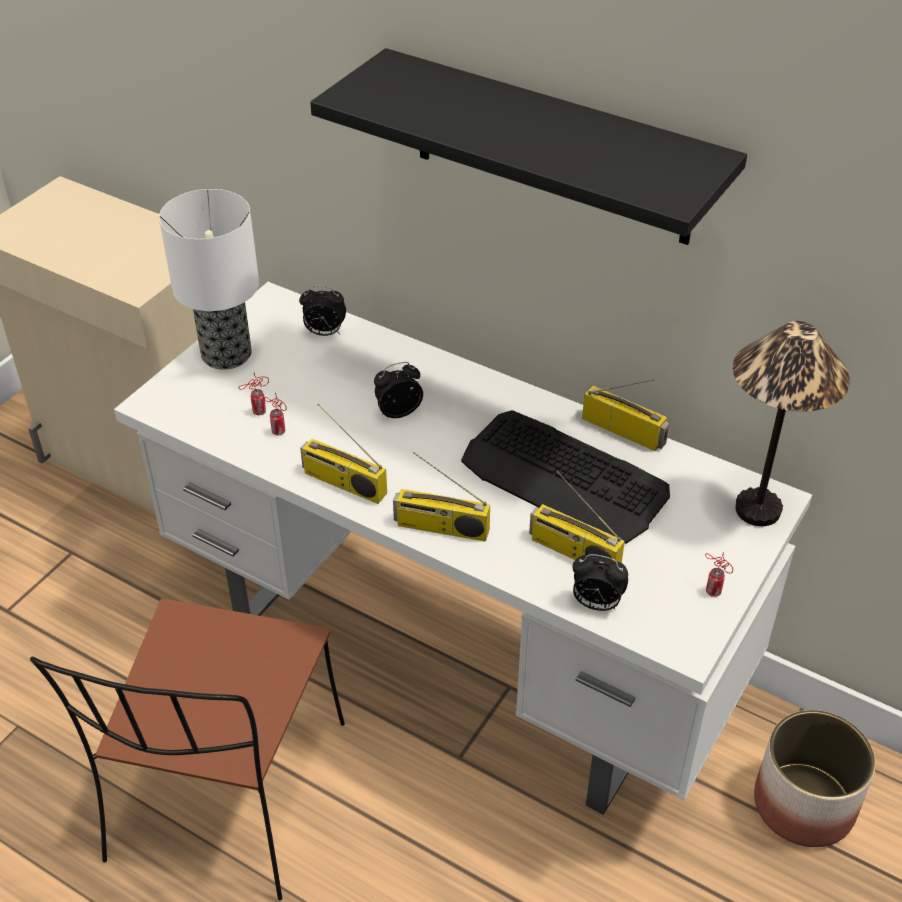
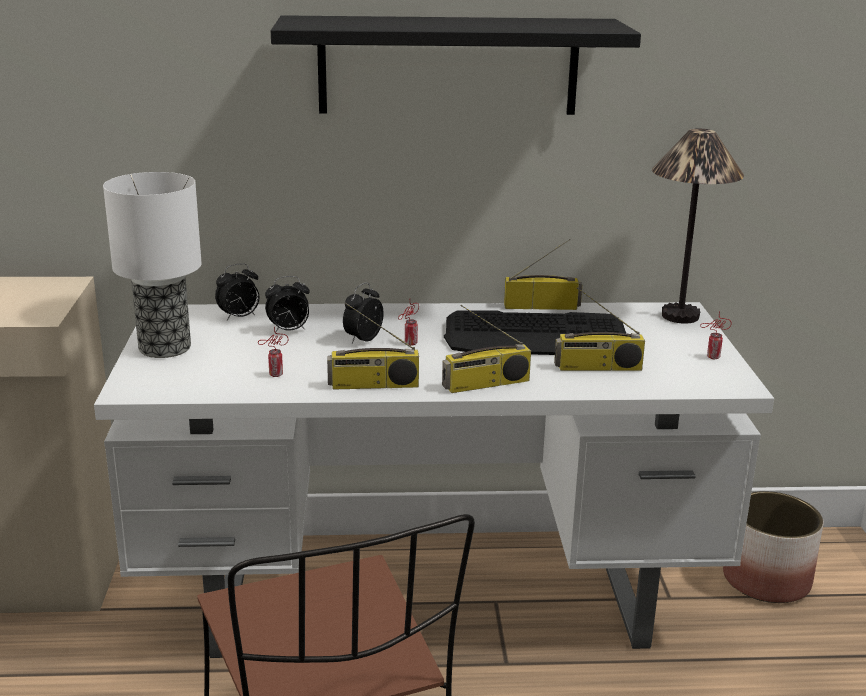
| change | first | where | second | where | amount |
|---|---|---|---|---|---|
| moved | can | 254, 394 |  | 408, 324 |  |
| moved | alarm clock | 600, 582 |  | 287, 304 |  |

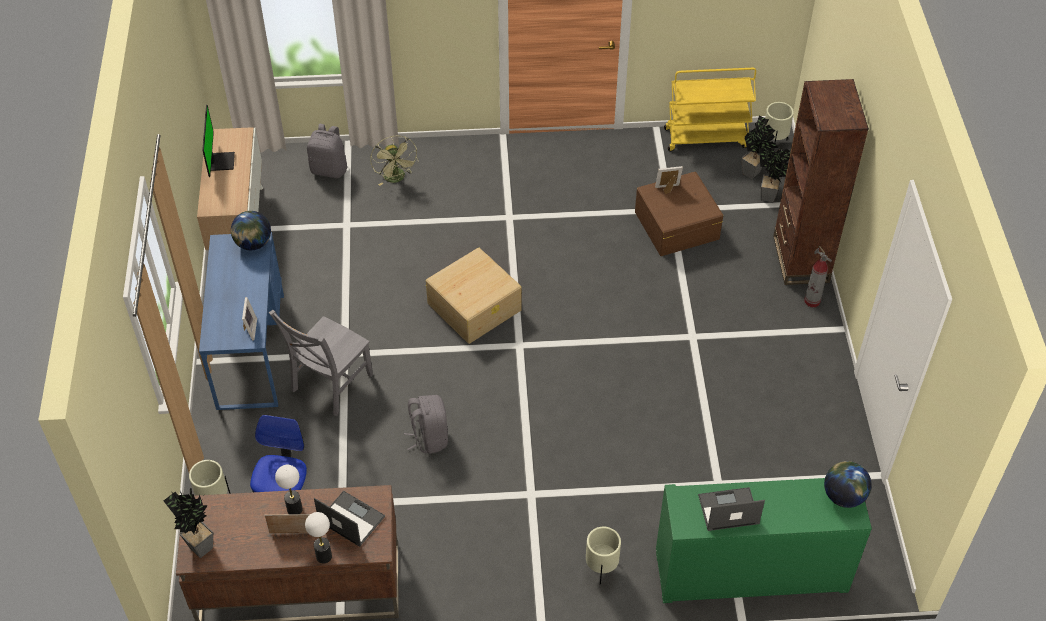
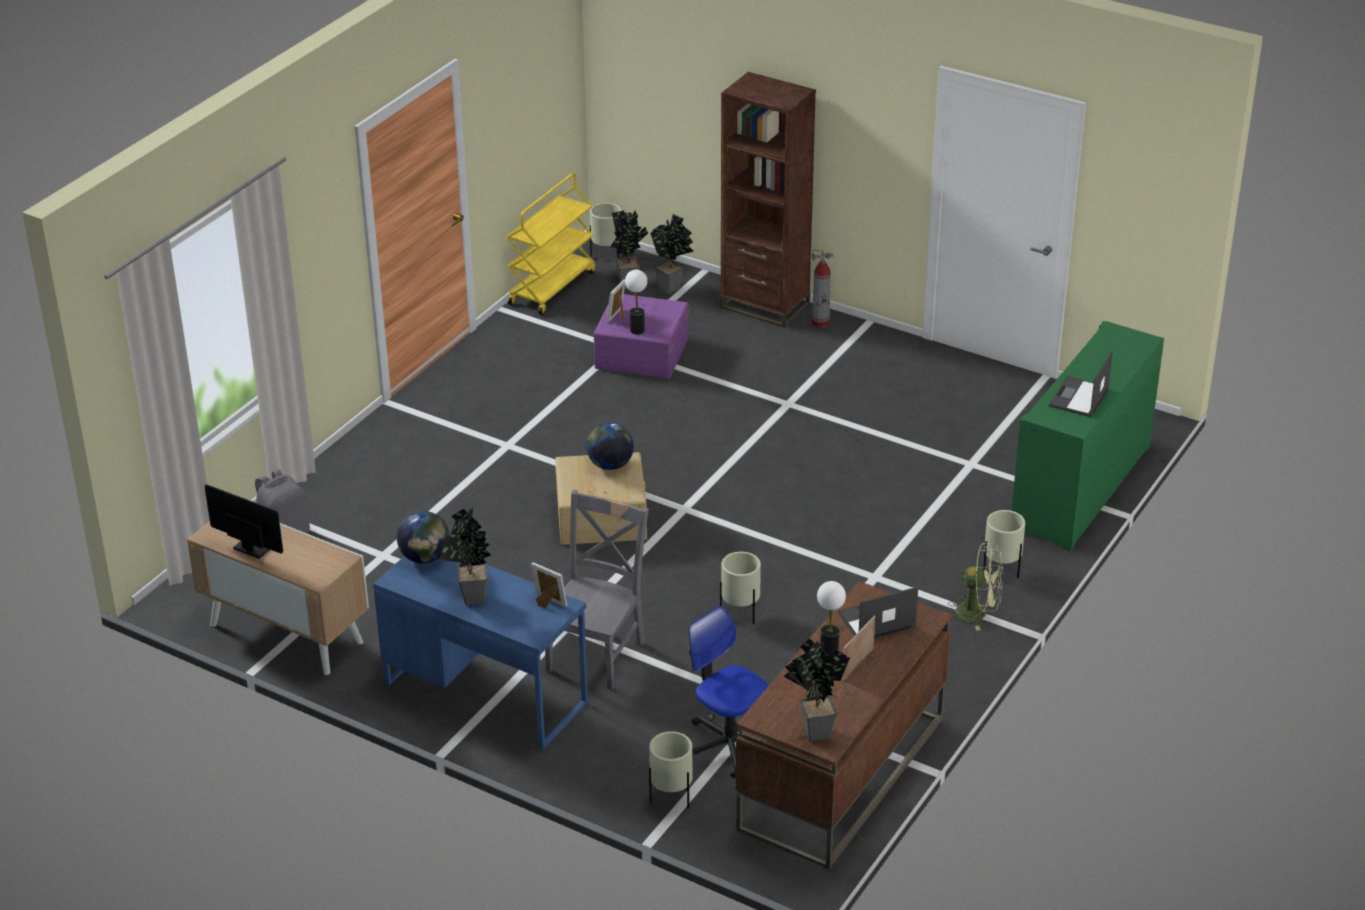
| change | first | where | second | where | amount |
|---|---|---|---|---|---|
| added |  |  | potted plant | 466, 556 |  |
| moved | table lamp | 318, 538 |  | 636, 302 |  |
| moved | green fan | 393, 161 |  | 975, 587 |  |
| moved | globe | 848, 484 |  | 610, 446 |  |
| replaced | grey backpack | 426, 424 | beige planter | 740, 588 |  |
| recoloured | brown storage box | 679, 214 | purple storage box | 641, 336 |  |
| turned | grey chair | 321, 363 |  | 597, 590 | 135 degrees counterclockwise |

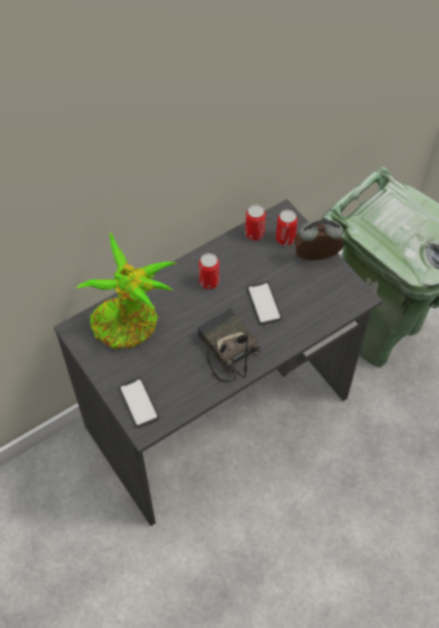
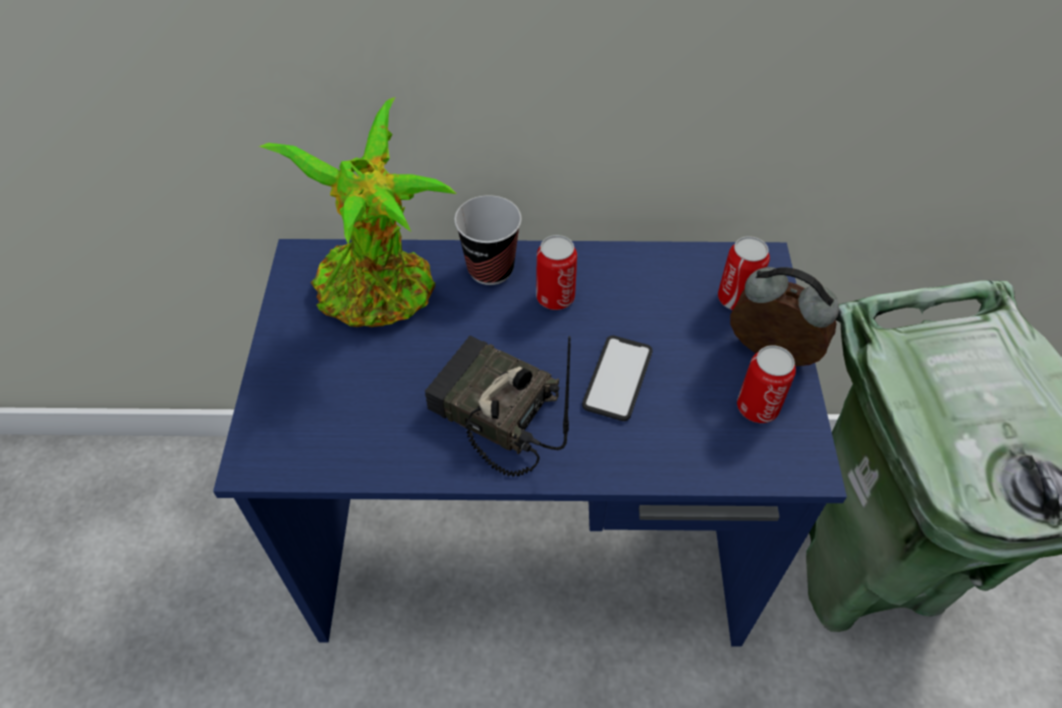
| change | first | where | second | where | amount |
|---|---|---|---|---|---|
| removed | phone | 139, 403 |  |  |  |
| added |  |  | cup | 488, 240 |  |
| moved | can | 255, 223 |  | 766, 384 |  |
| recoloured | grey desk | 218, 362 | blue desk | 530, 442 |  |
| turned | radio | 229, 345 |  | 498, 406 | 60 degrees counterclockwise |

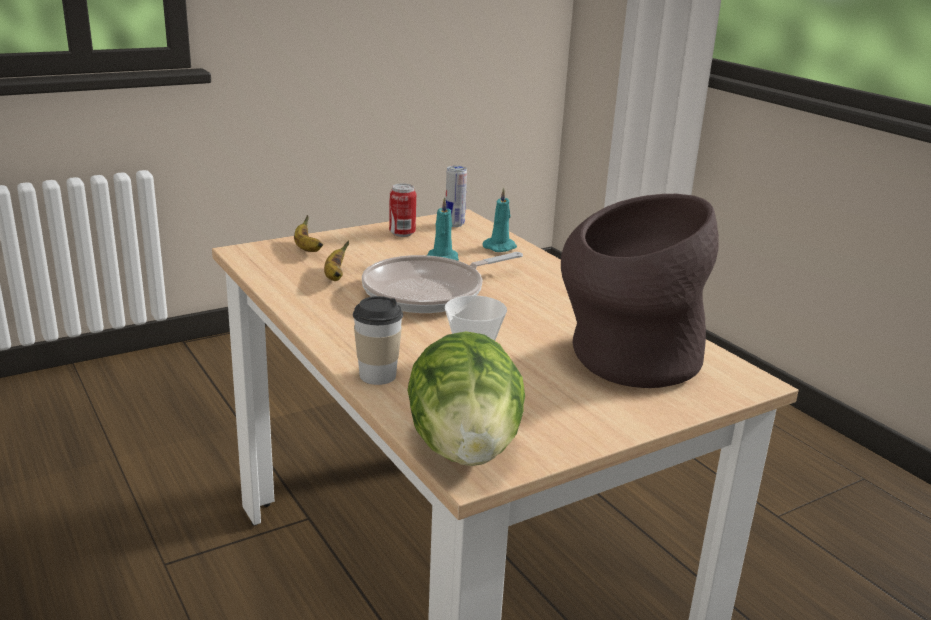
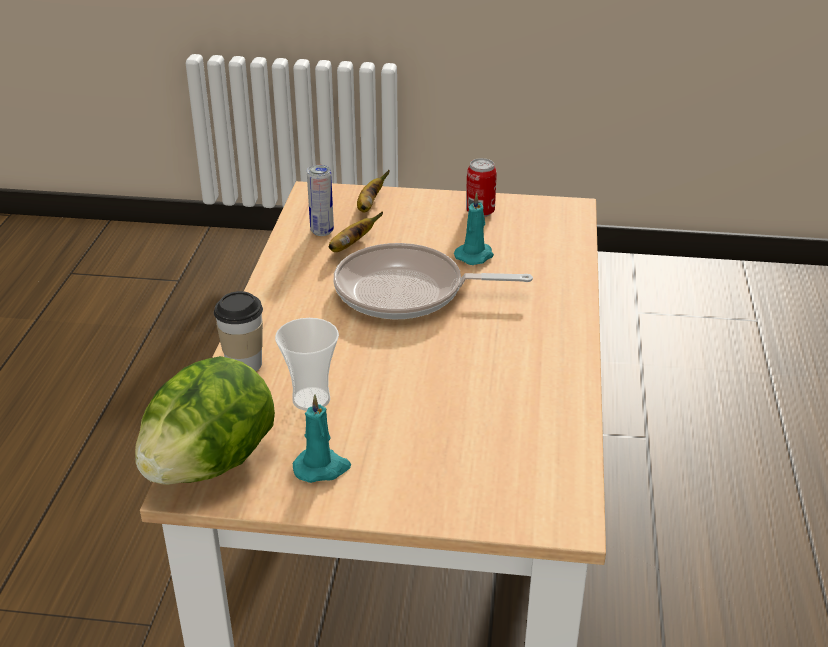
| change | first | where | second | where | amount |
|---|---|---|---|---|---|
| removed | brown vase | 640, 291 |  |  |  |
| moved | can | 456, 196 |  | 320, 200 |  |
| moved | turquoise candle | 500, 220 |  | 322, 439 |  |

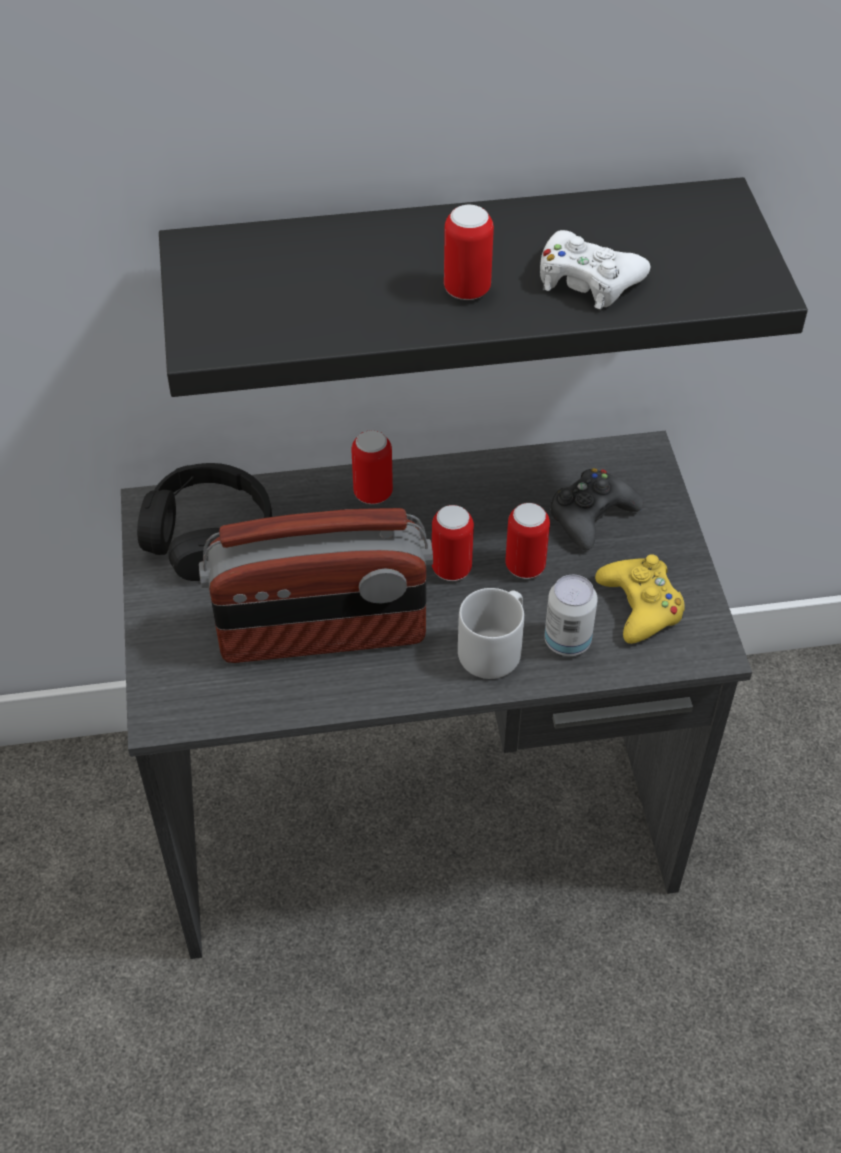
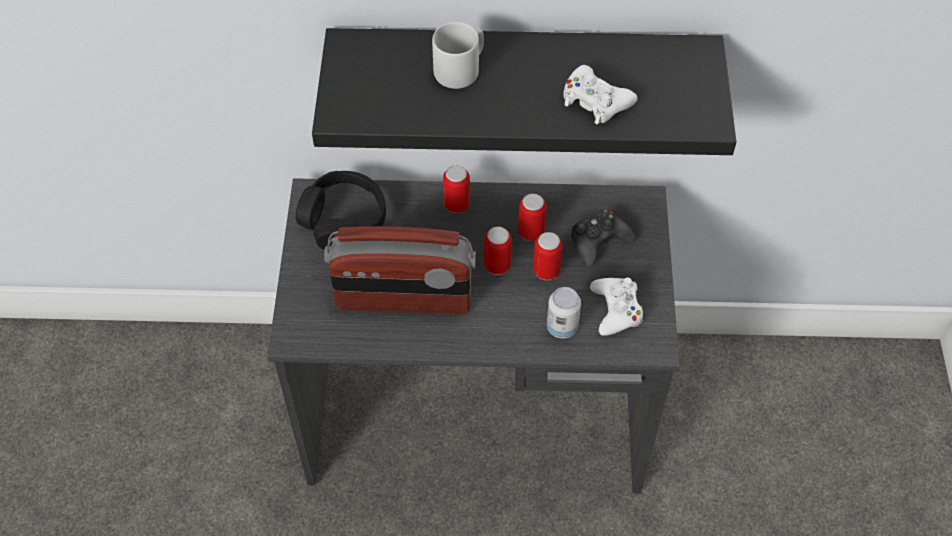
| change | first | where | second | where | amount |
|---|---|---|---|---|---|
| moved | can | 469, 252 |  | 532, 217 |  |
| moved | grey mug | 491, 633 |  | 458, 55 |  |
| recoloured | yellow game controller | 640, 599 | white game controller | 616, 307 |  |

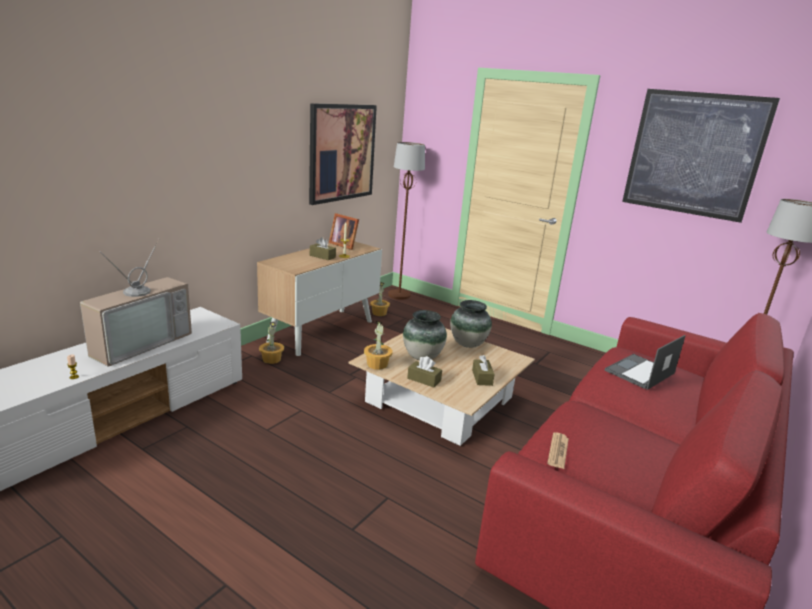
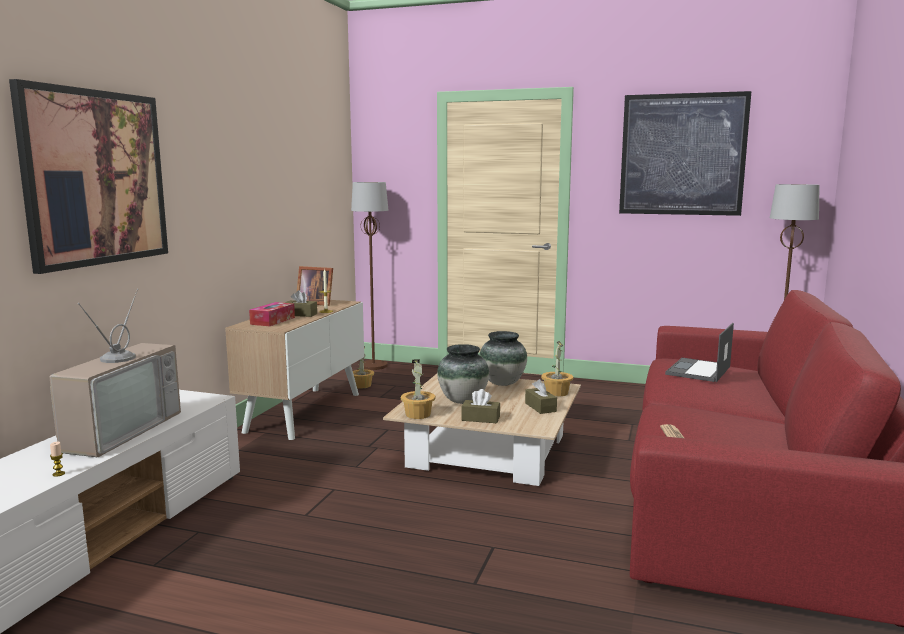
| change | first | where | second | where | amount |
|---|---|---|---|---|---|
| added |  |  | tissue box | 272, 314 |  |
| moved | potted plant | 271, 343 |  | 557, 368 |  |
| moved | picture | 343, 154 |  | 88, 176 |  |

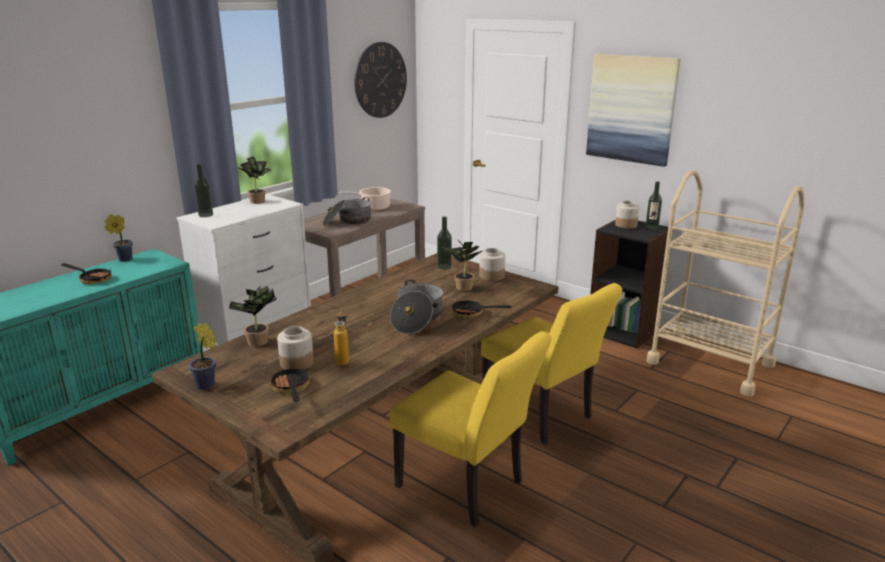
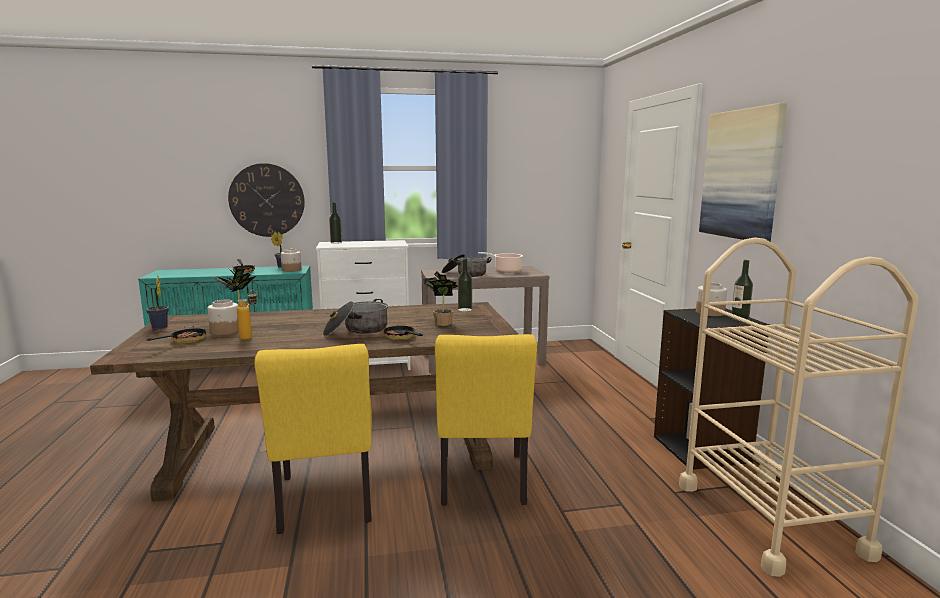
| change | first | where | second | where | amount |
|---|---|---|---|---|---|
| removed | potted plant | 254, 180 |  |  |  |
| moved | wall clock | 380, 80 |  | 266, 200 |  |
| moved | jar | 492, 264 |  | 291, 260 |  |

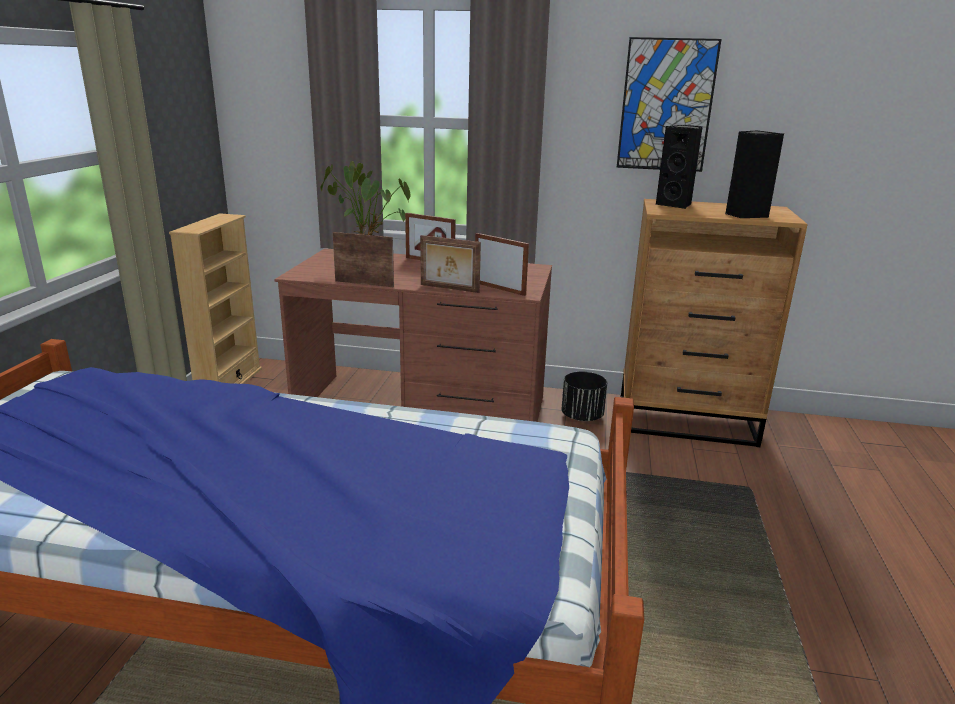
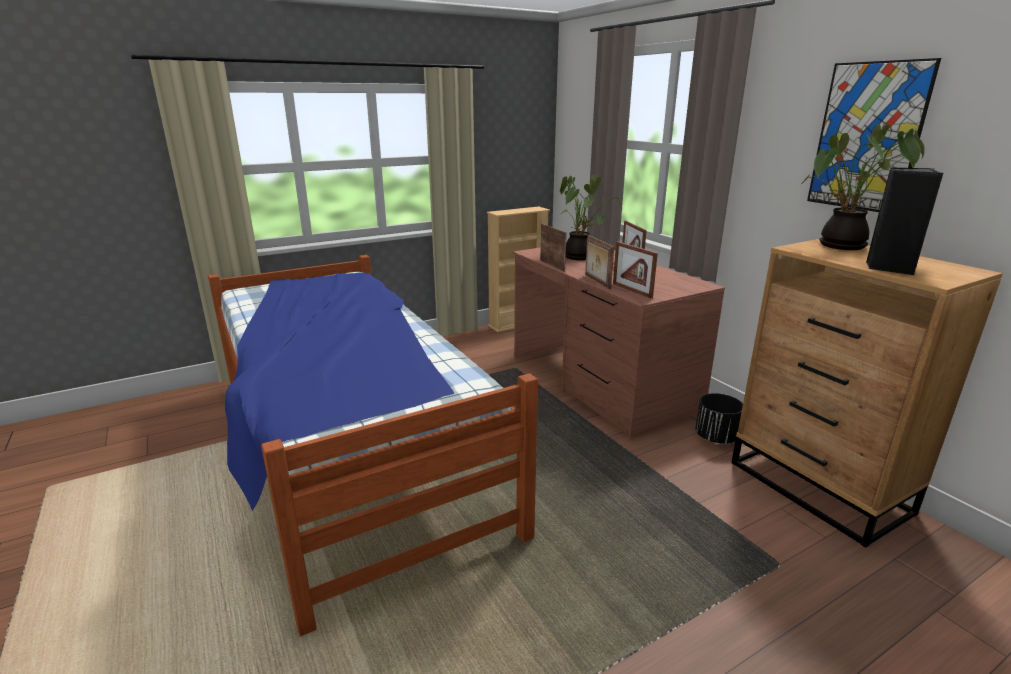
| change | first | where | second | where | amount |
|---|---|---|---|---|---|
| replaced | black speaker | 679, 167 | potted plant | 863, 187 |  |
| turned | picture frame | 502, 264 |  | 635, 269 | 150 degrees clockwise |

